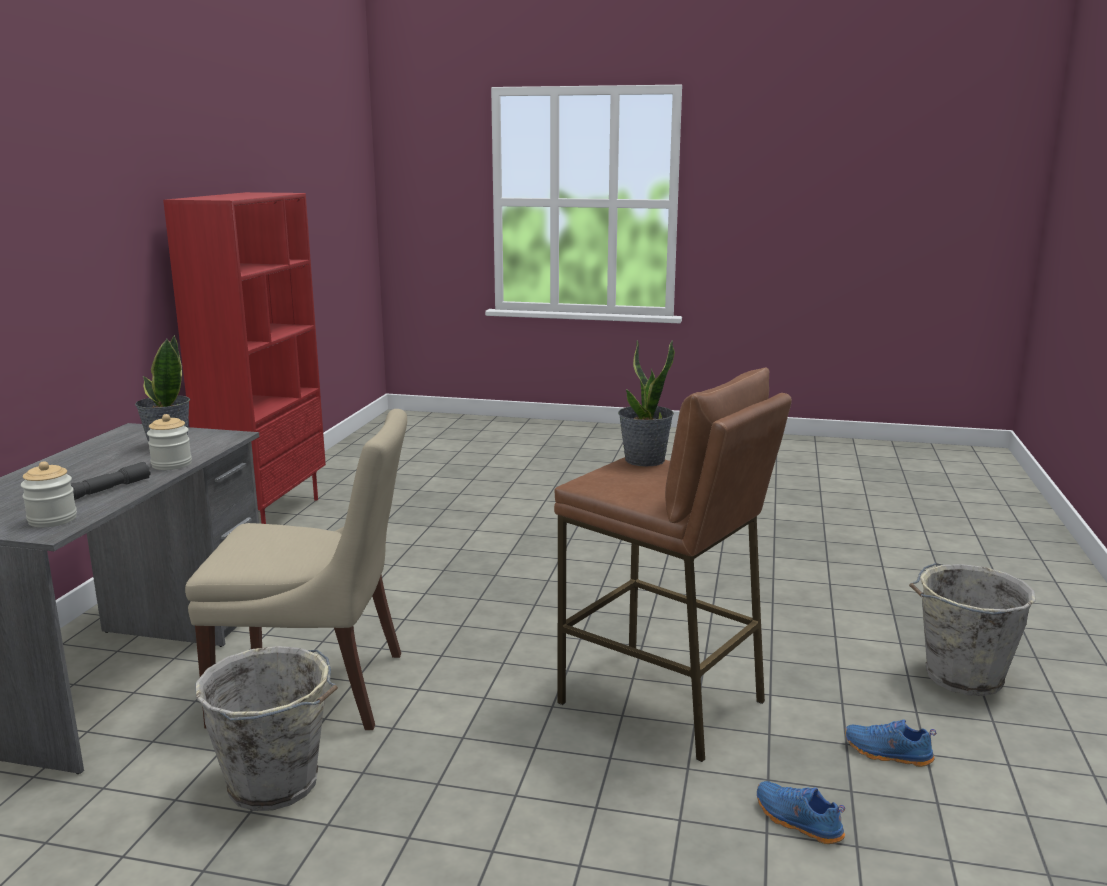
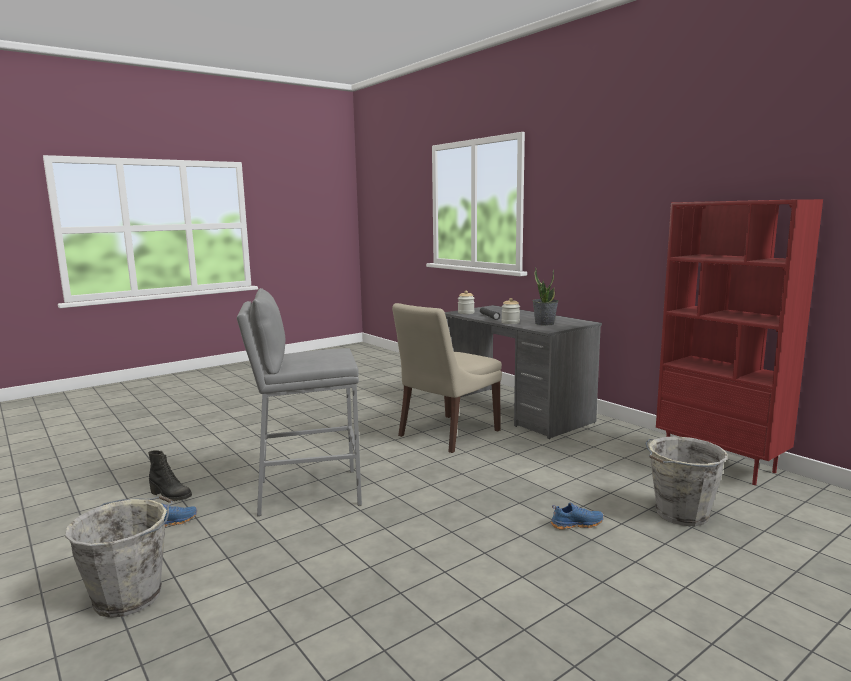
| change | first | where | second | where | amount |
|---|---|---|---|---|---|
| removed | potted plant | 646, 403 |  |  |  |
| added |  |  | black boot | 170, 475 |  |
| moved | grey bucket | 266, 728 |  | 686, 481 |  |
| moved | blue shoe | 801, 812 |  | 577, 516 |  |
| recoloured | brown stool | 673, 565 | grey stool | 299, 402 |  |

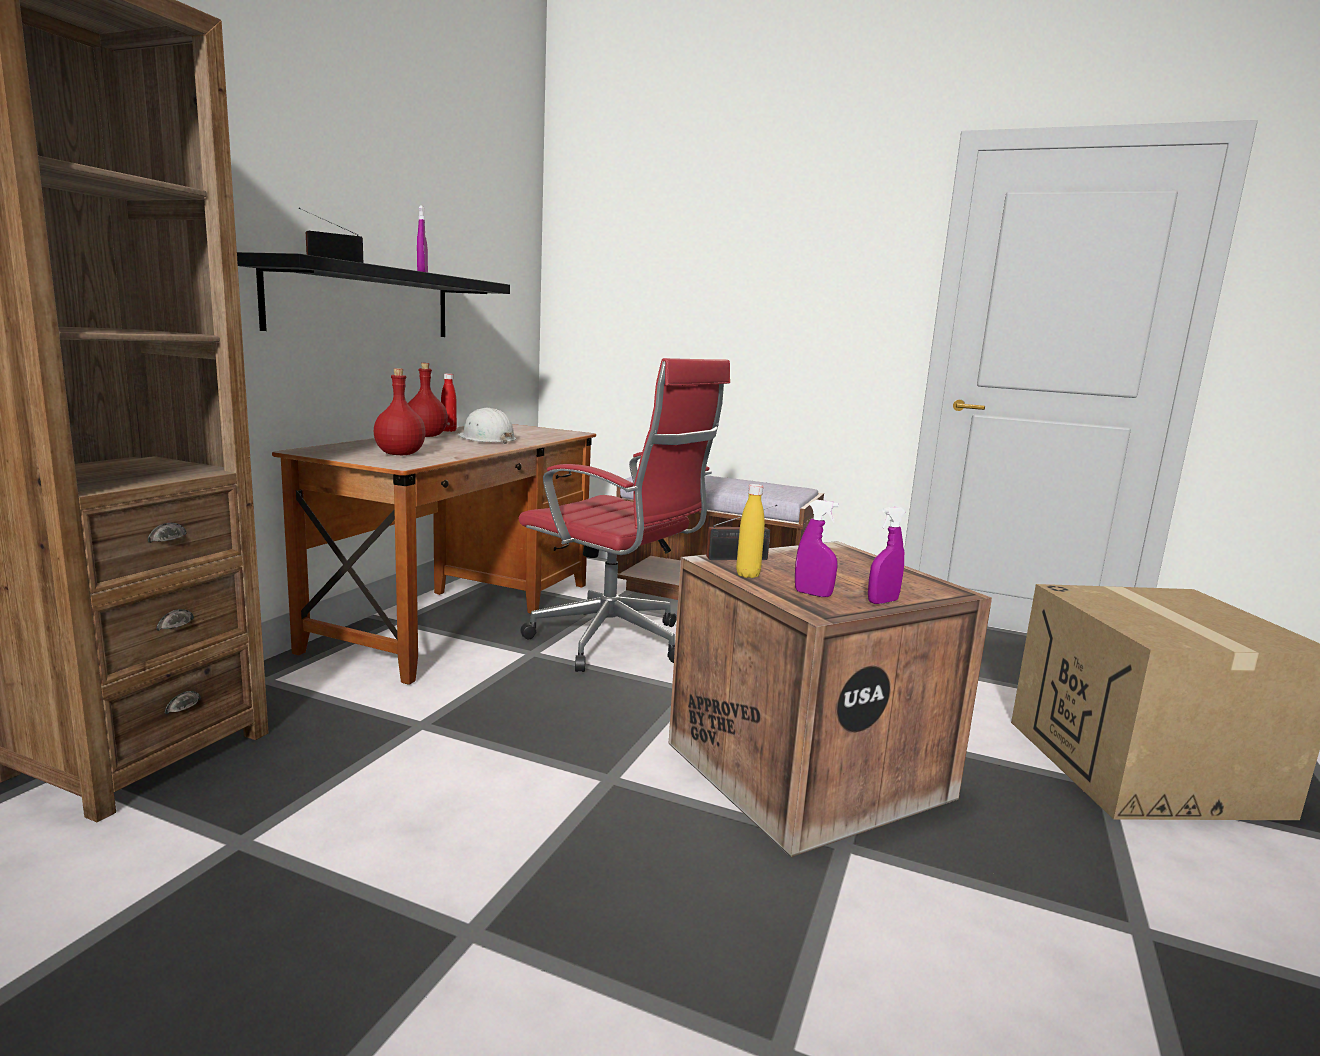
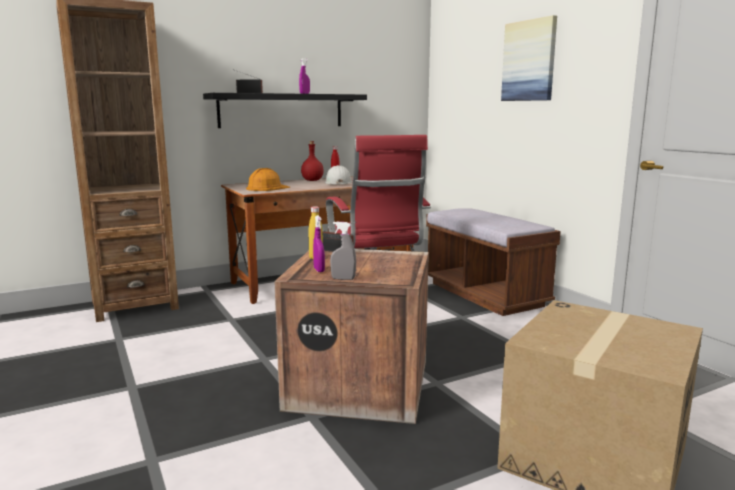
| change | first | where | second | where | amount |
|---|---|---|---|---|---|
| added |  |  | picture | 529, 58 |  |
| replaced | red bottle | 400, 411 | orange hard hat | 268, 179 |  |
| recoloured | purple spray bottle | 887, 555 | grey spray bottle | 343, 251 |  |

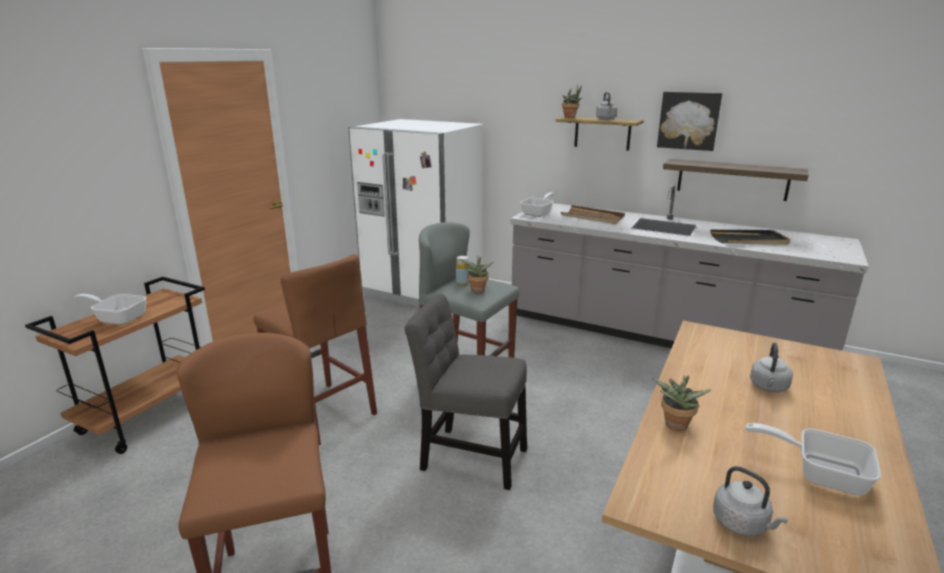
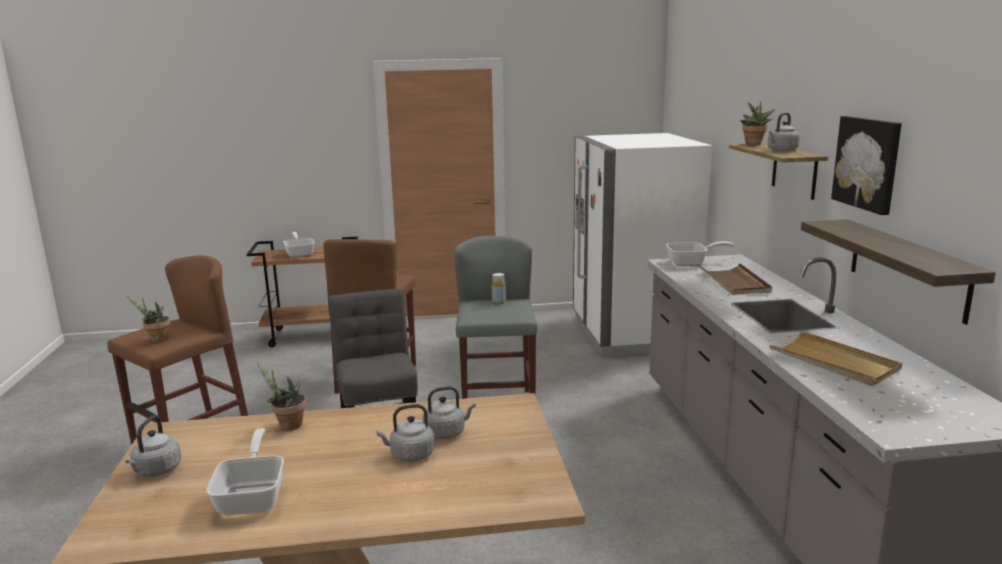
| change | first | where | second | where | amount |
|---|---|---|---|---|---|
| added |  |  | grey kettle | 449, 412 |  |
| moved | potted plant | 477, 274 |  | 148, 318 |  |
| recoloured | black tray | 750, 237 | beige tray | 835, 358 |  |

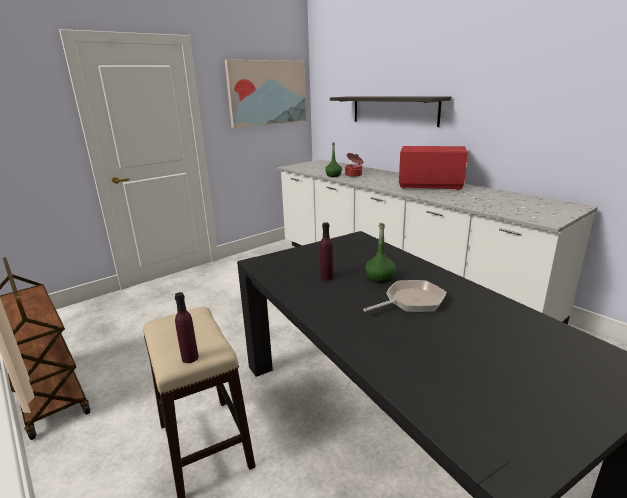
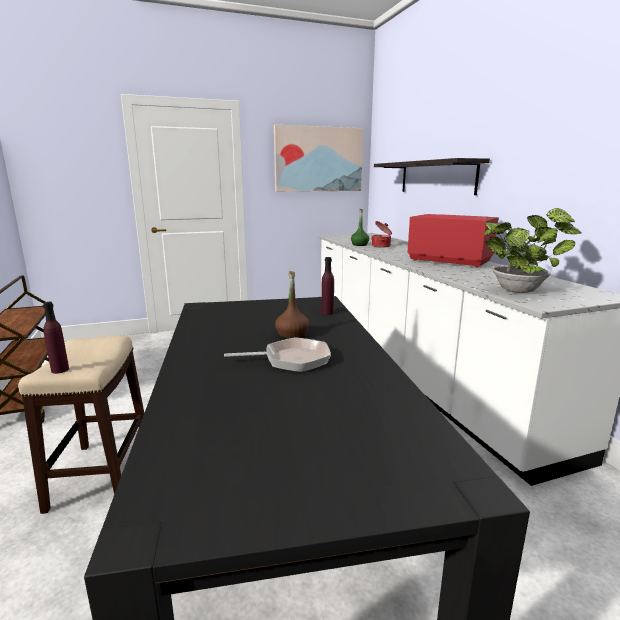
| change | first | where | second | where | amount |
|---|---|---|---|---|---|
| added |  |  | potted plant | 532, 250 |  |
| moved | purple bottle | 326, 251 |  | 327, 286 |  |
| recoloured | green bottle | 380, 253 | brown bottle | 292, 305 |  |

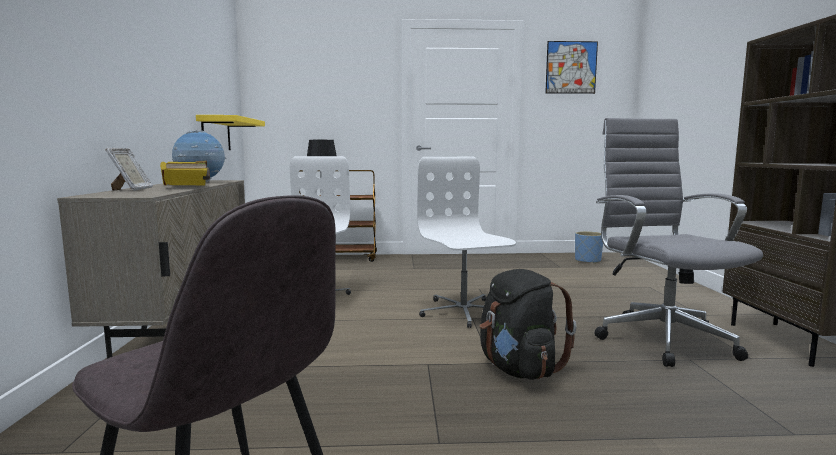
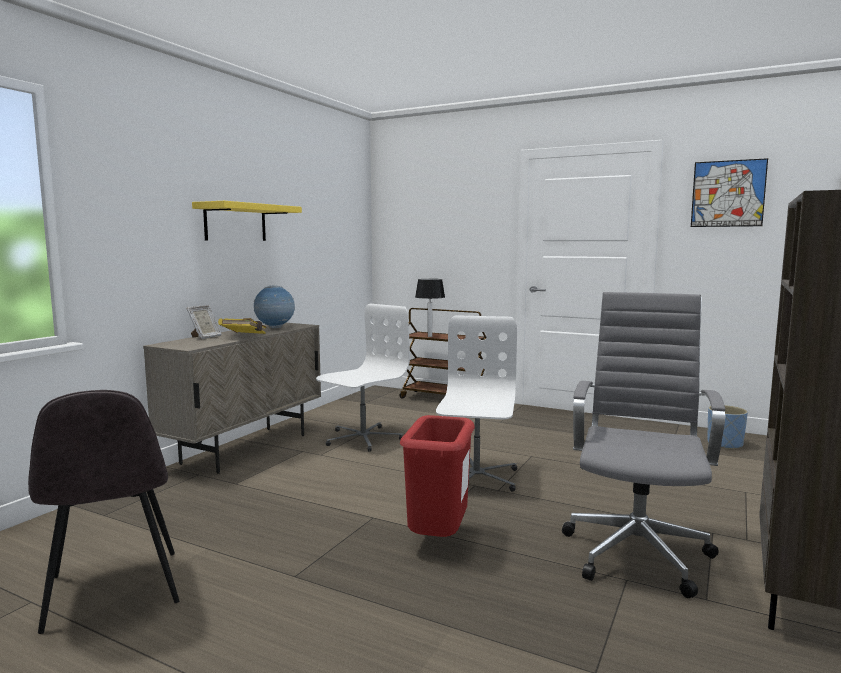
| change | first | where | second | where | amount |
|---|---|---|---|---|---|
| moved | yellow shelf | 230, 132 |  | 247, 221 |  |
| replaced | black backpack | 528, 324 | red trash can | 437, 476 |  |

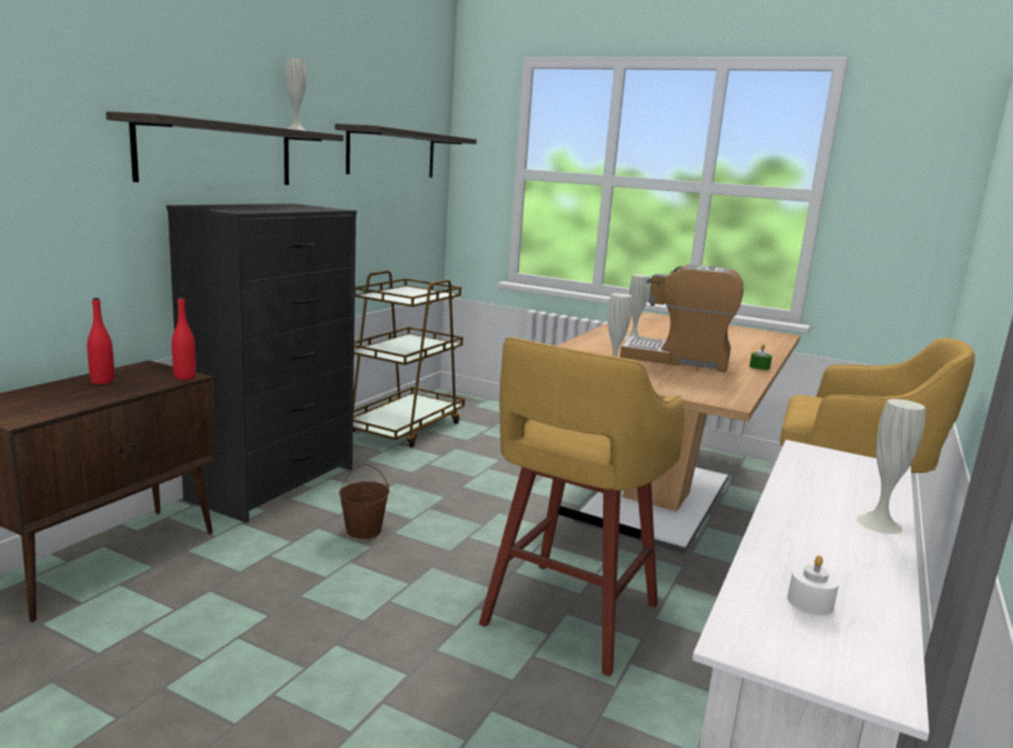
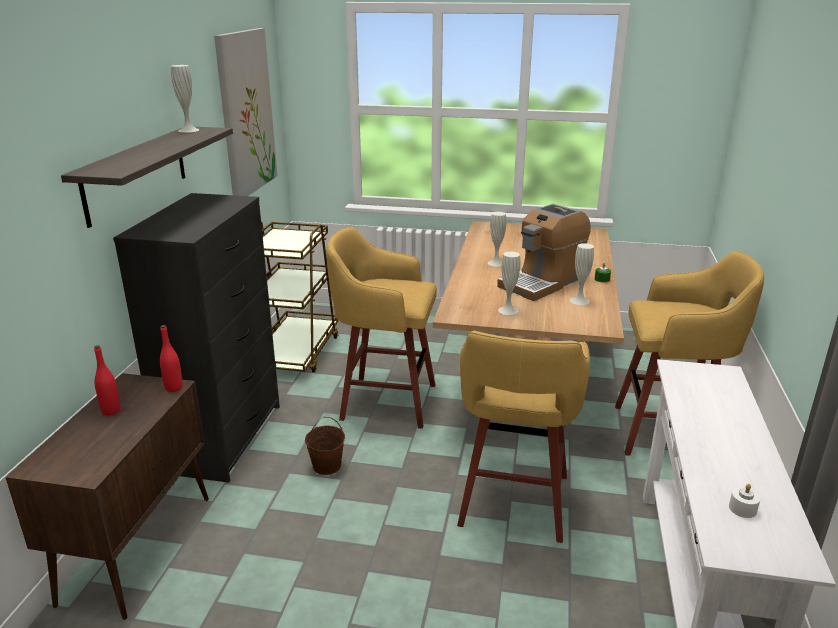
| change | first | where | second | where | amount |
|---|---|---|---|---|---|
| added |  |  | yellow stool | 381, 328 |  |
| moved | white vase | 890, 466 |  | 582, 274 |  |
| replaced | shelf | 406, 151 | picture | 245, 112 |  |
| turned | coffee machine | 682, 318 |  | 544, 252 | 45 degrees counterclockwise |

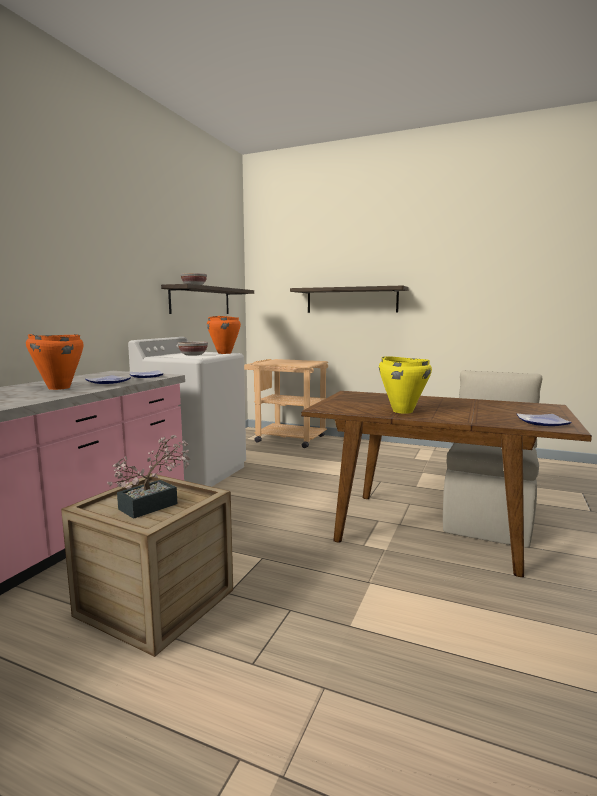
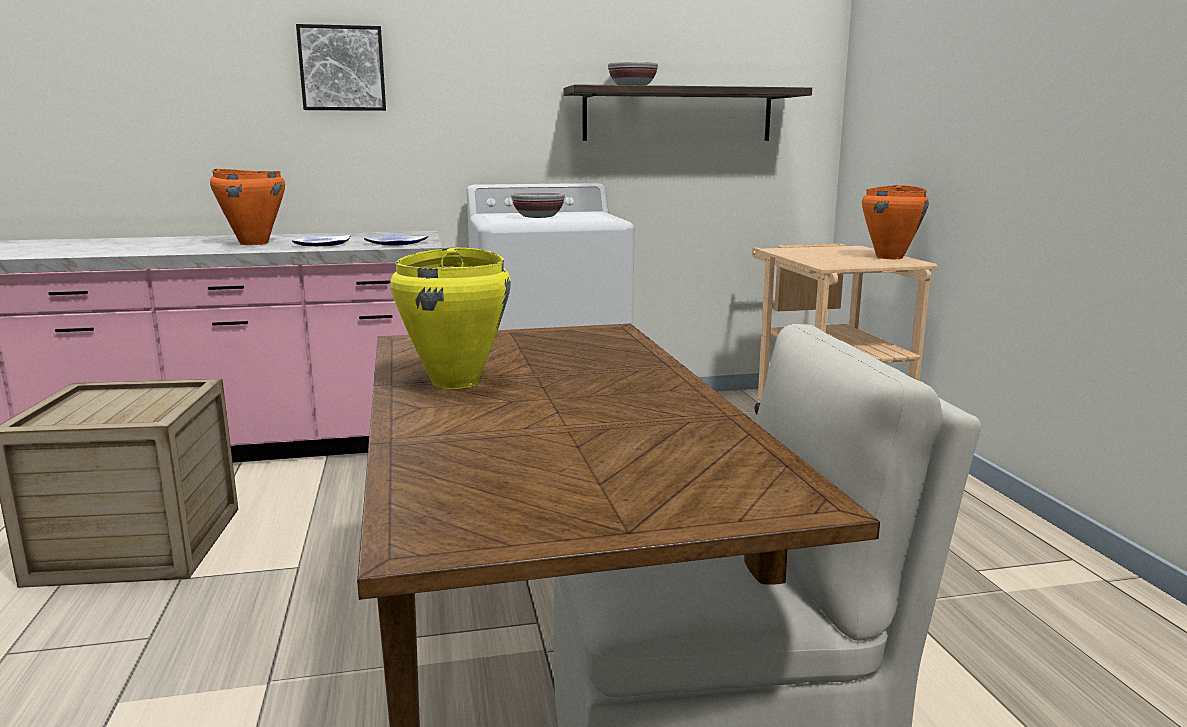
| change | first | where | second | where | amount |
|---|---|---|---|---|---|
| removed | potted plant | 148, 477 |  |  |  |
| removed | shelf | 349, 299 |  |  |  |
| removed | plate | 544, 419 |  |  |  |
| added |  |  | picture | 341, 67 |  |
| moved | orange cooking pot | 224, 335 |  | 895, 222 |  |

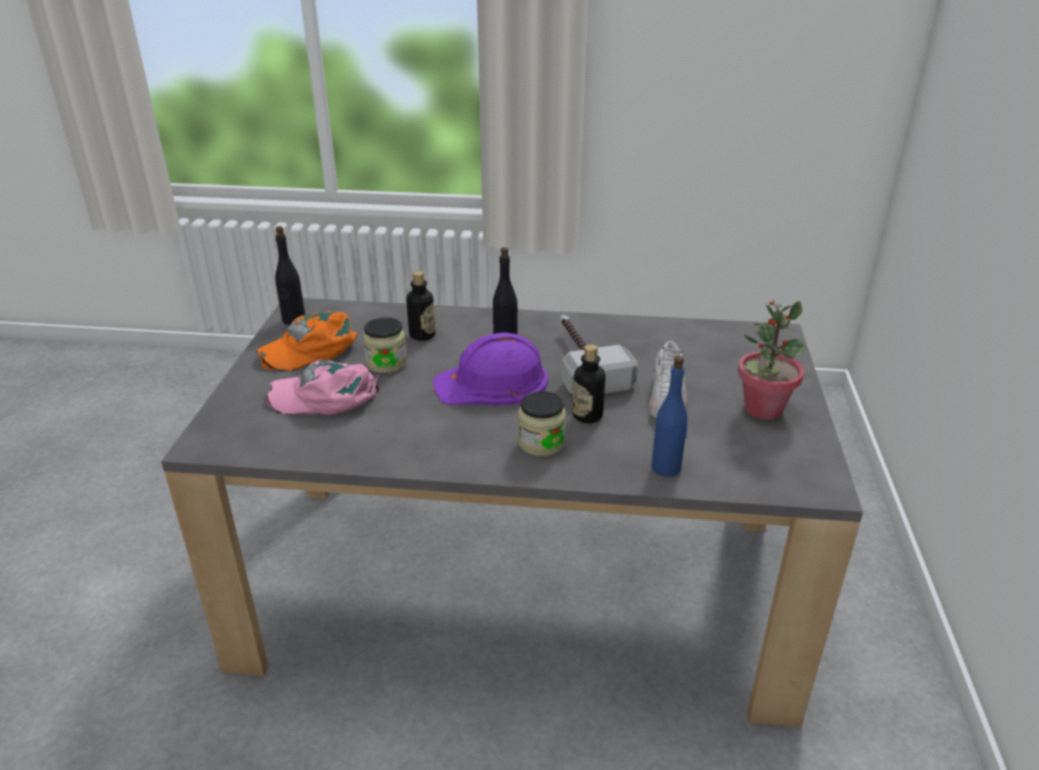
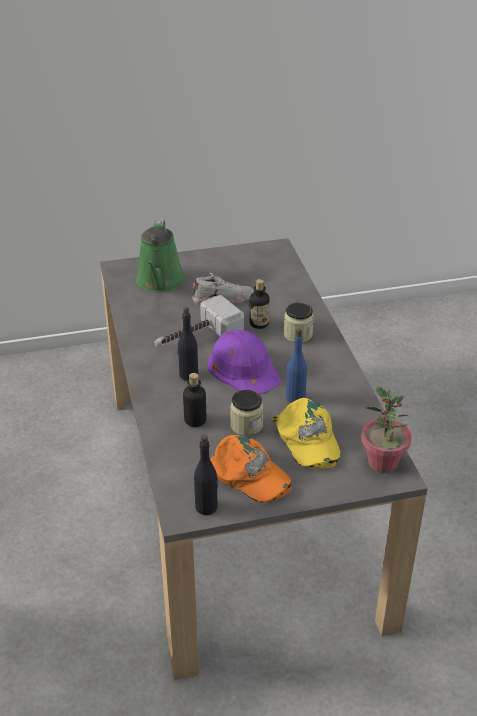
| change | first | where | second | where | amount |
|---|---|---|---|---|---|
| added |  |  | green watering can | 160, 256 |  |
| moved | blue bottle | 669, 416 |  | 296, 366 |  |
| moved | potted plant | 772, 360 |  | 386, 429 |  |
| recoloured | pink cap | 323, 387 | yellow cap | 306, 433 |  |

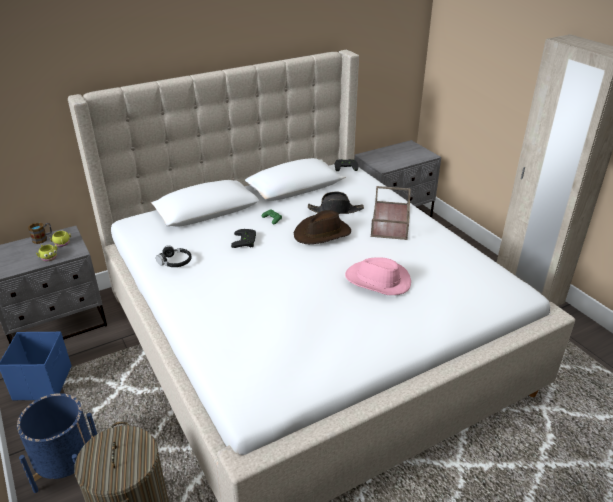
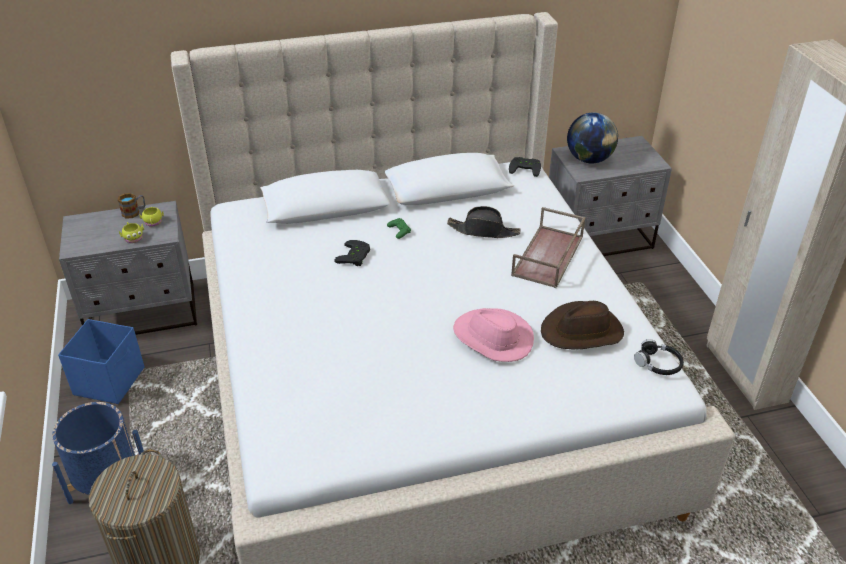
| change | first | where | second | where | amount |
|---|---|---|---|---|---|
| added |  |  | globe | 592, 138 |  |
| moved | black headphones | 174, 256 |  | 659, 357 |  |
| moved | brown hat | 322, 227 |  | 582, 325 |  |

